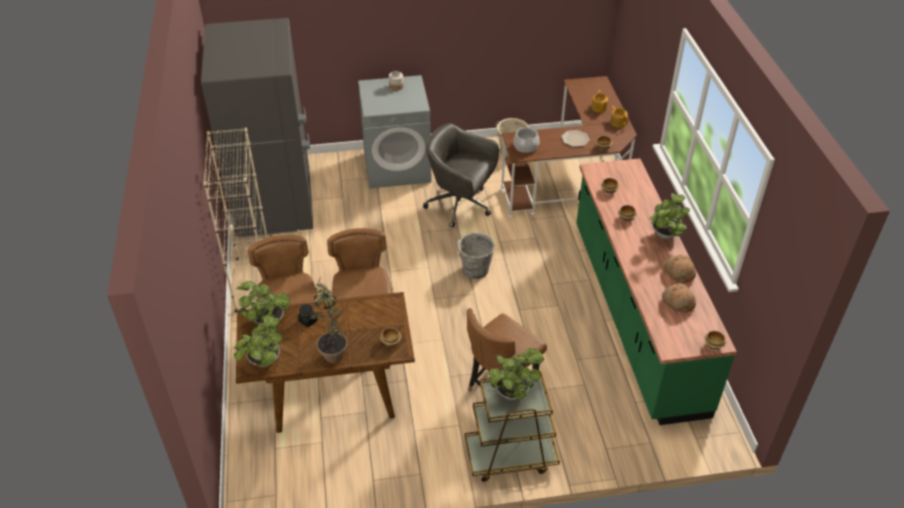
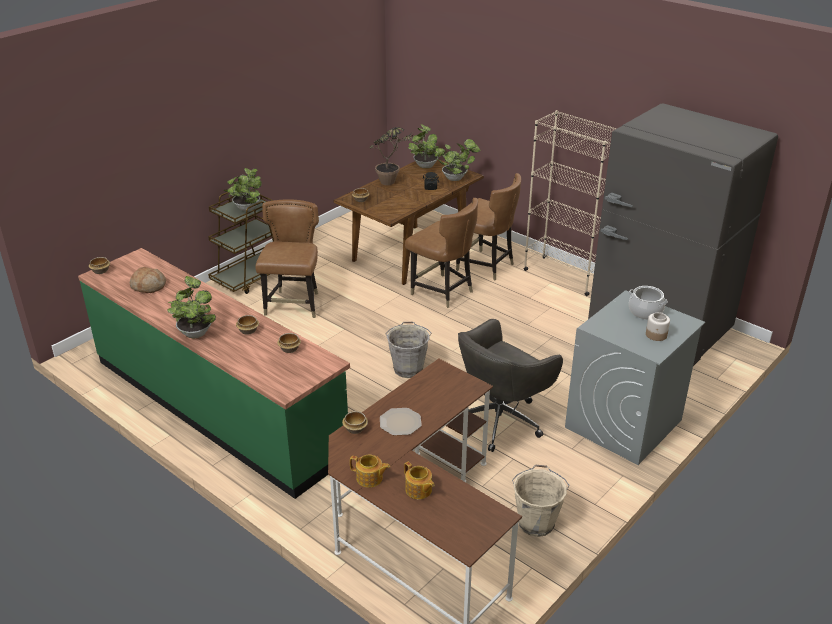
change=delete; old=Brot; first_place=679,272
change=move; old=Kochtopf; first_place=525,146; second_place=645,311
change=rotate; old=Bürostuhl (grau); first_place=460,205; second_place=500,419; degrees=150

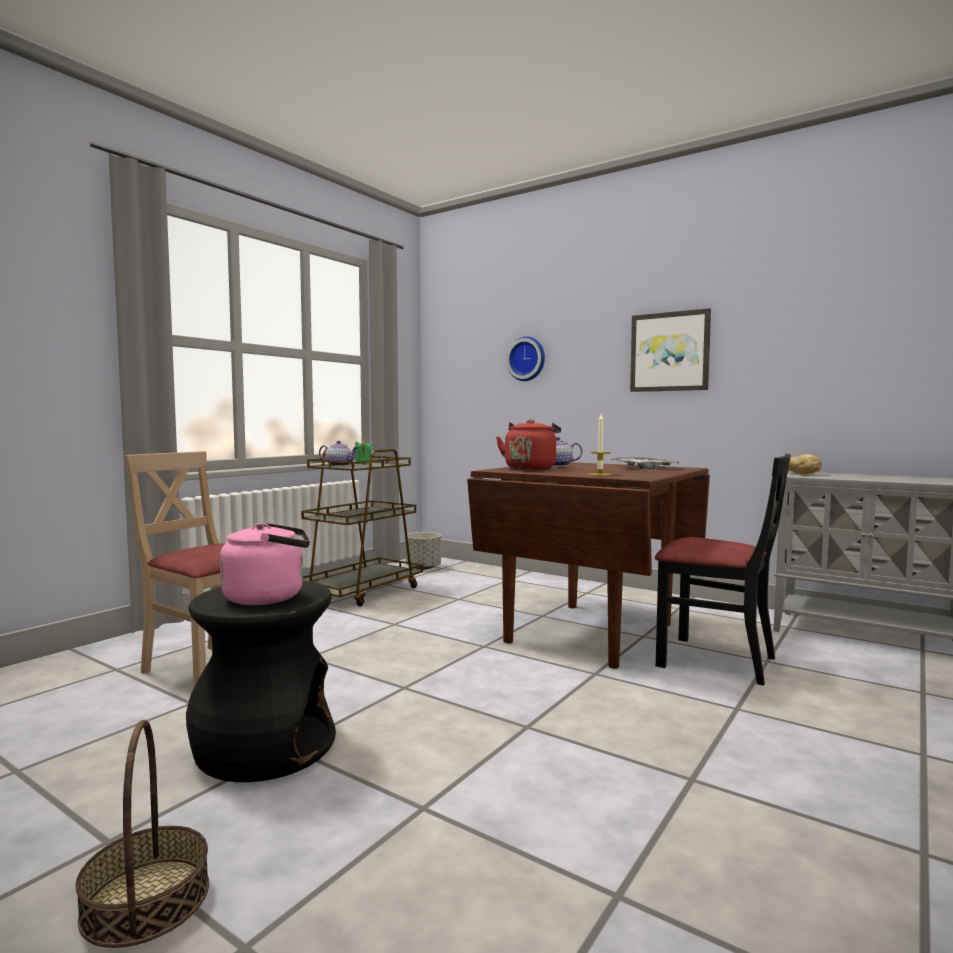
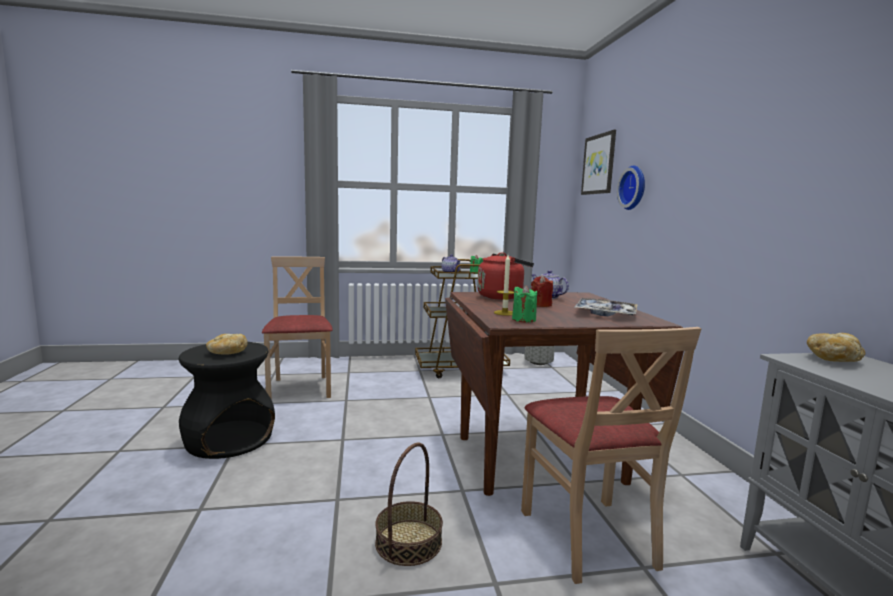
change=insert; new=Kerze (grün); second_place=523,319
change=insert; new=Kerze (rot); second_place=541,305
change=move; old=Korb; first_place=145,900; second_place=408,542
change=move; old=Bild; first_place=669,352; second_place=599,164
change=replace; old=Wasserkessel (rosa); new=Brot; first_place=269,597; second_place=227,353
change=recolor; old=Stuhl (schwarz); new=Stuhl (beige); first_place=716,660; second_place=588,537

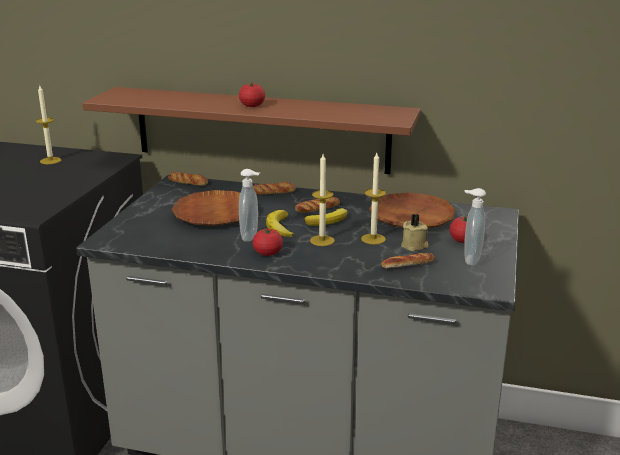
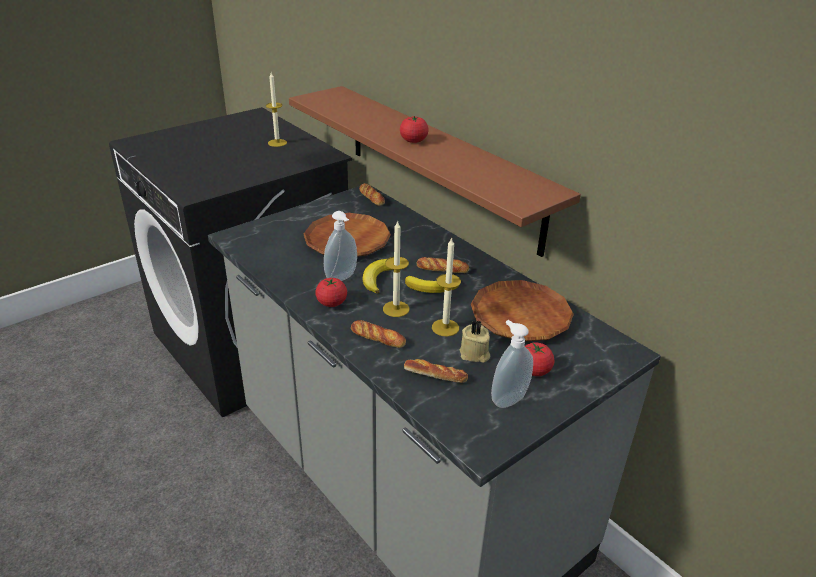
change=move; old=Brot; first_place=272,192; second_place=378,338

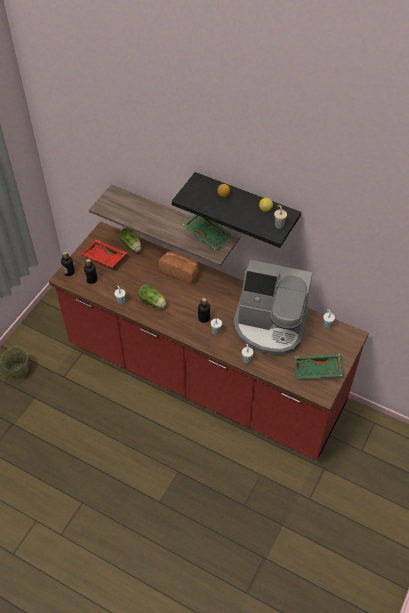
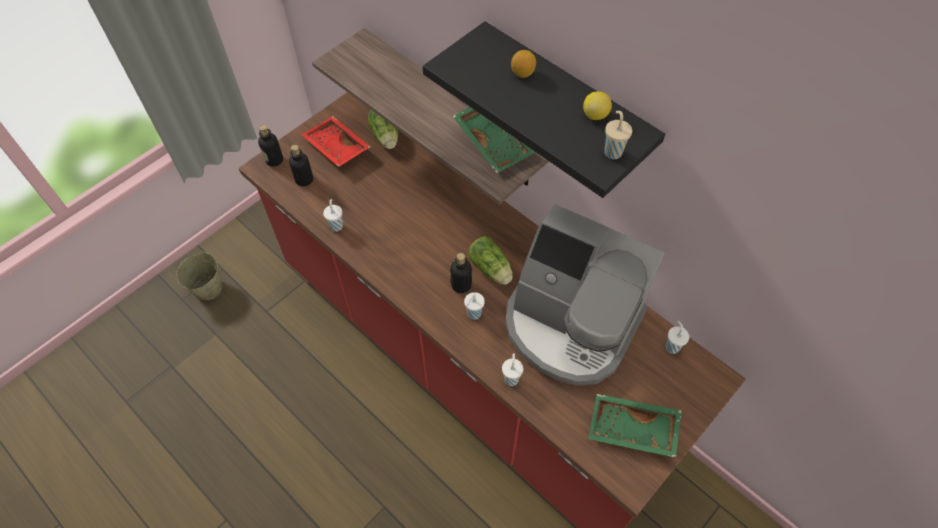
change=delete; old=Brot; first_place=180,271
change=move; old=Salatkopf; first_place=153,302; second_place=491,270

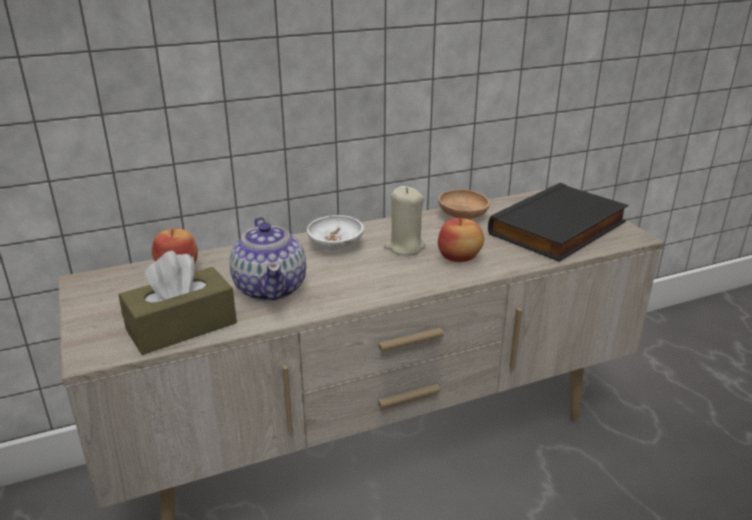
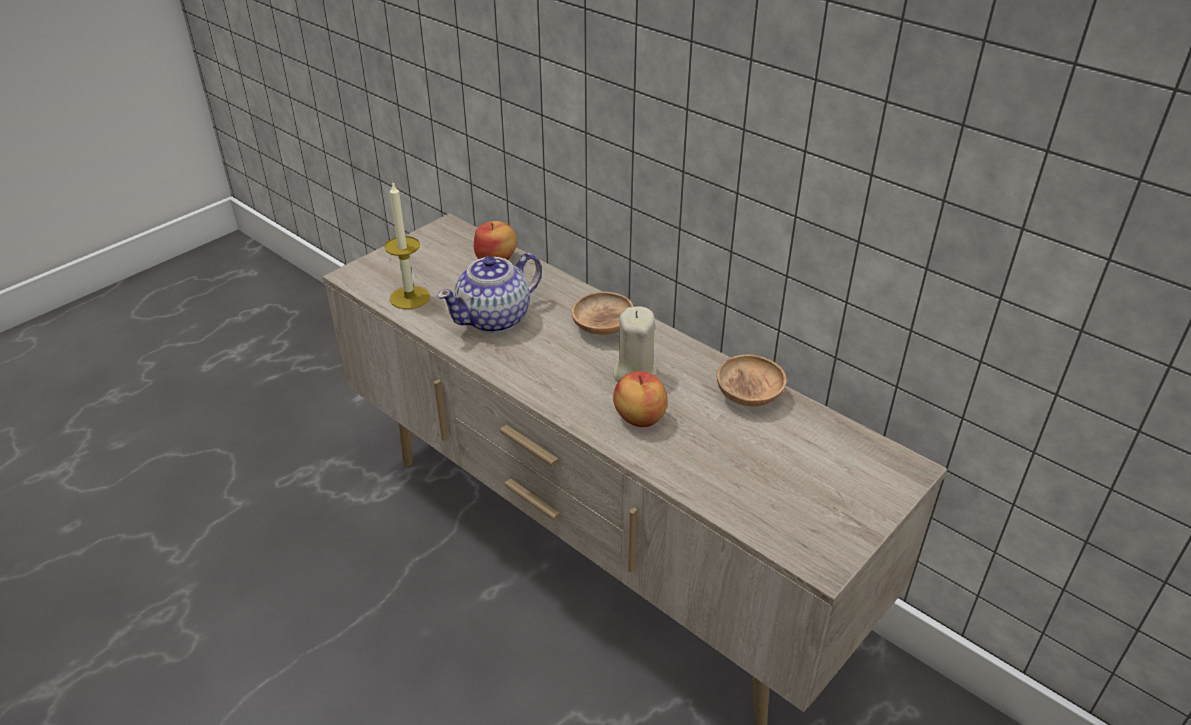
change=delete; old=Buch (schwarz); first_place=560,229
change=replace; old=Taschentuchbox (braun); new=Kerze; first_place=181,326; second_place=409,297
change=recolor; old=Schüssel (weiß); new=Schüssel (braun); first_place=335,246; second_place=602,327

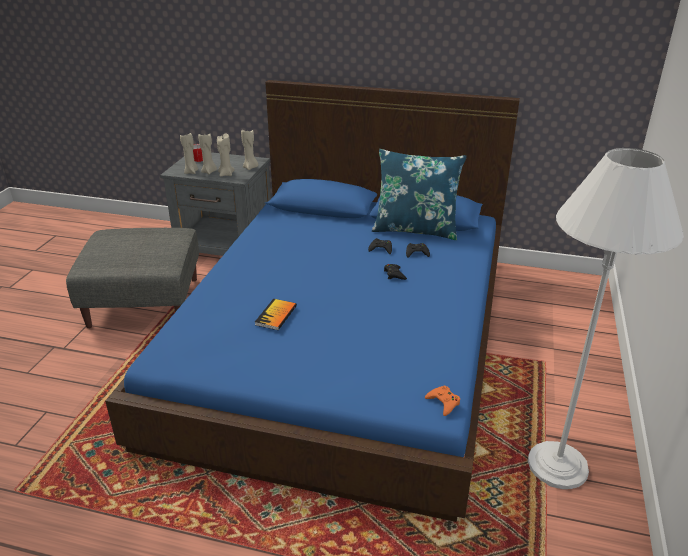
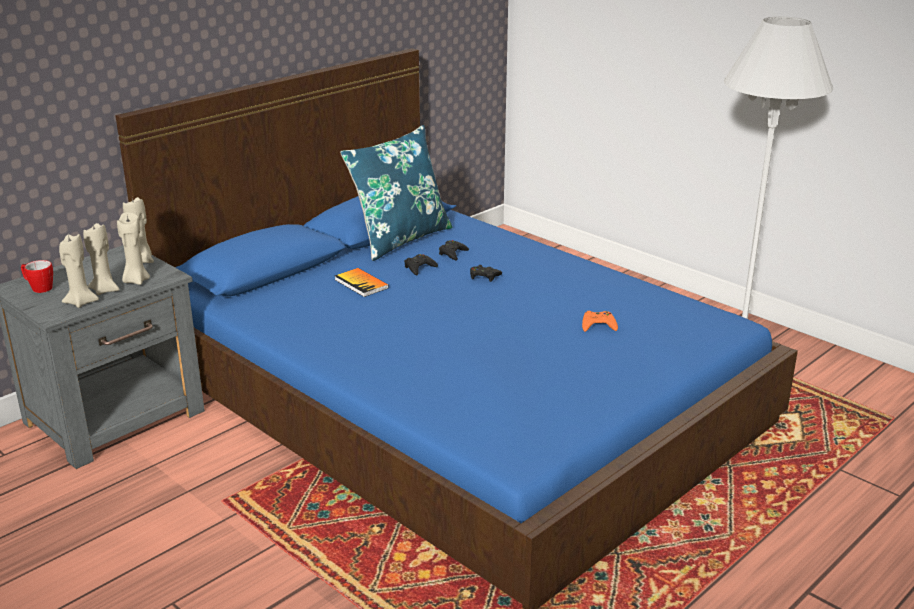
change=delete; old=Polsterhocker (grau); first_place=145,302
change=move; old=Buch; first_place=276,315; second_place=361,284
change=move; old=Gamepad (orange); first_place=443,403; second_place=598,325

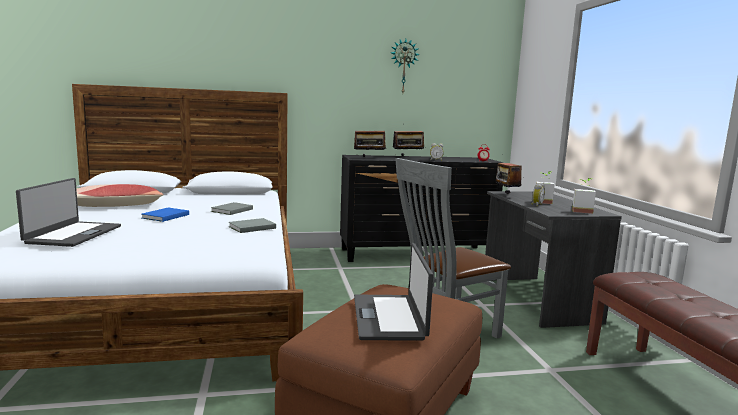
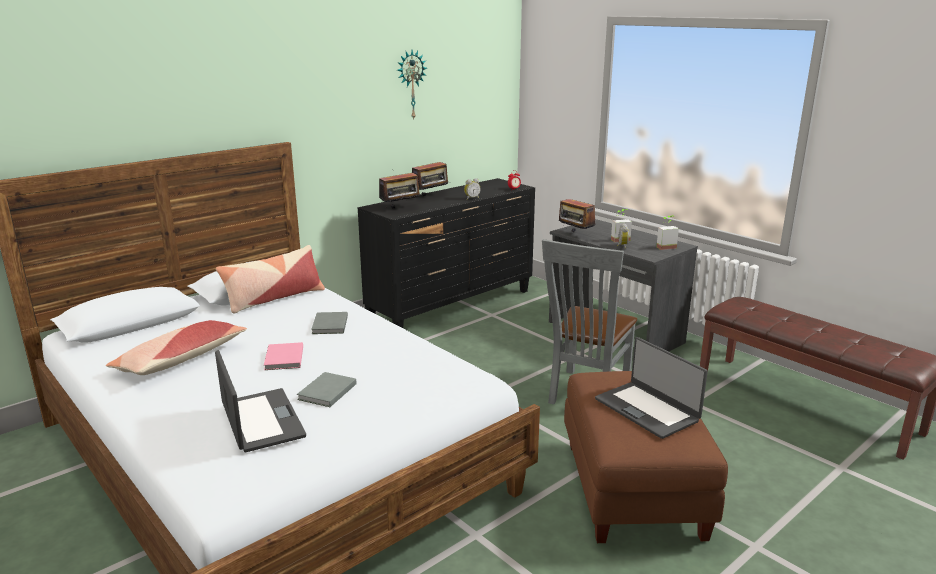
change=insert; new=Kissen; second_place=274,298
change=move; old=Buch (grau); first_place=251,227; second_place=326,392
change=recolor; old=Buch (blau); new=Buch (rosa); first_place=164,216; second_place=283,359

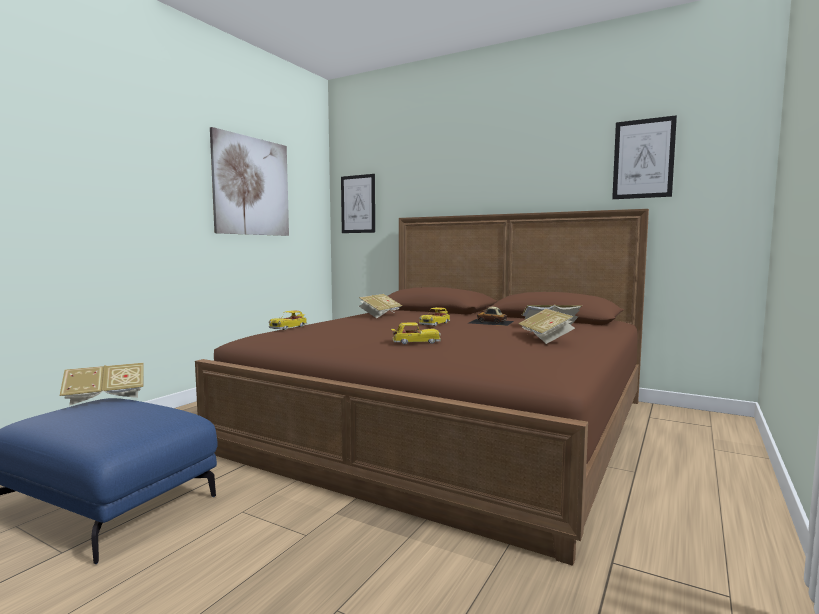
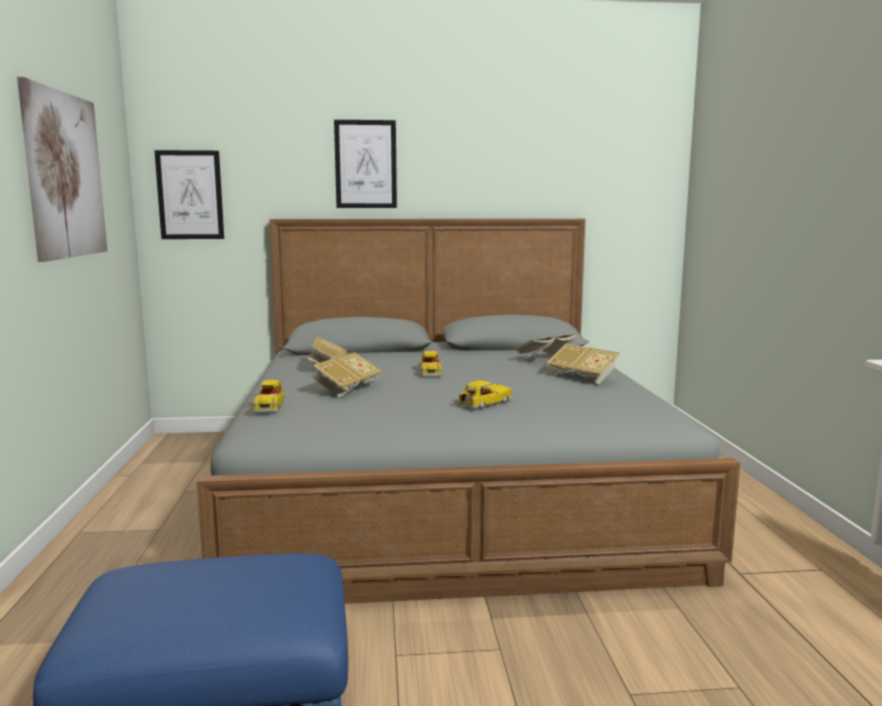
change=delete; old=Spielzeugauto; first_place=491,322
change=move; old=Buch; first_place=105,398; second_place=347,389
change=move; old=Bild; first_place=643,159; second_place=365,164
change=recolor; old=Bett (braun); new=Bett (grau); first_place=450,423; second_place=446,488

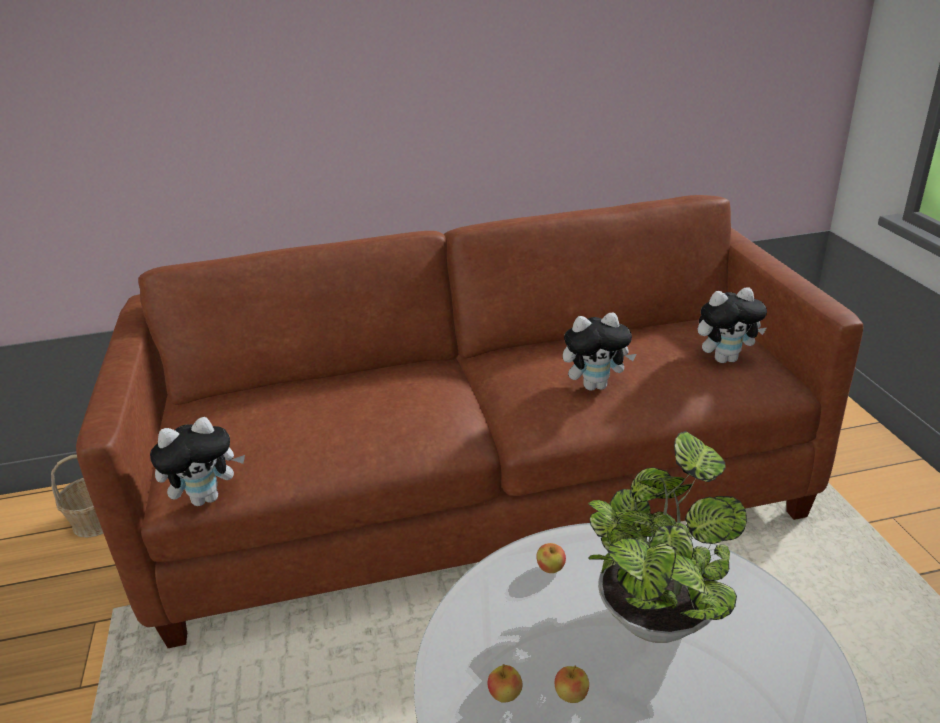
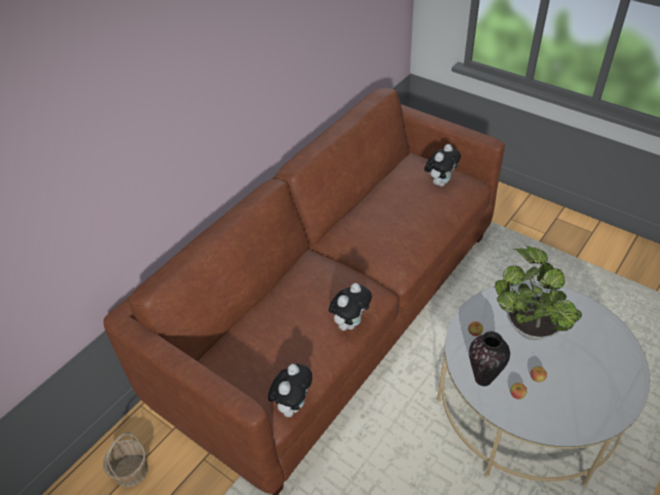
change=insert; new=Vase; second_place=483,379
change=move; old=Plüschtier; first_place=595,385; second_place=350,323

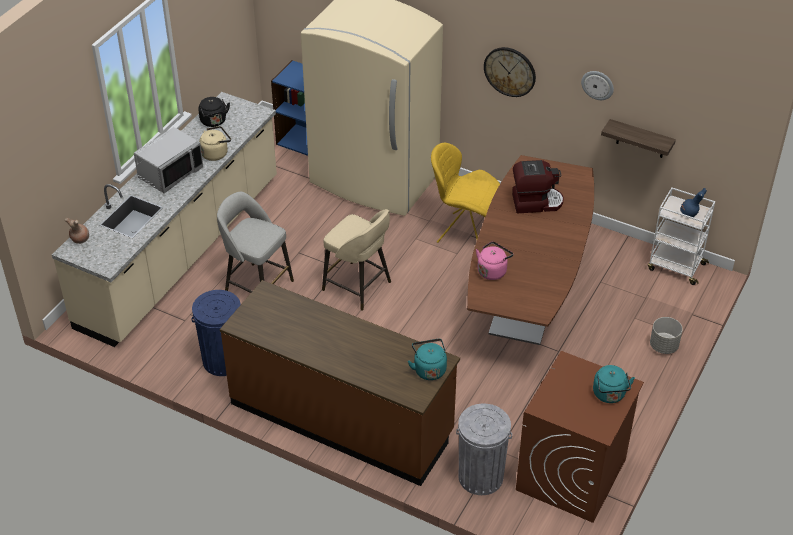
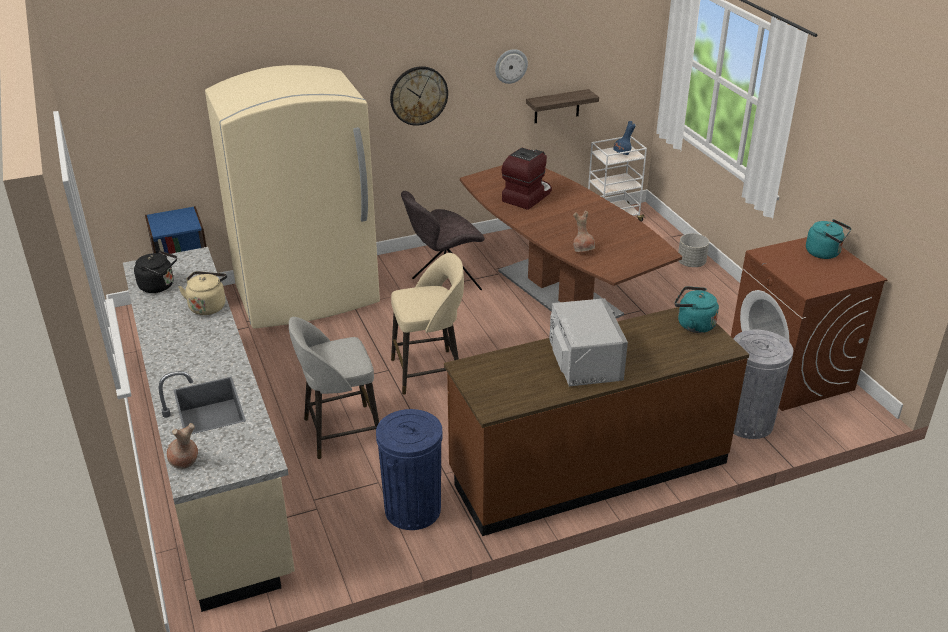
change=move; old=Mikrowelle (grau); first_place=170,173; second_place=583,362
change=replace; old=Wasserkessel (rosa); new=Vase (braun); first_place=492,271; second_place=583,250
change=recolor; old=Stuhl (gelb); new=Stuhl (grau); first_place=464,233; second_place=444,285

